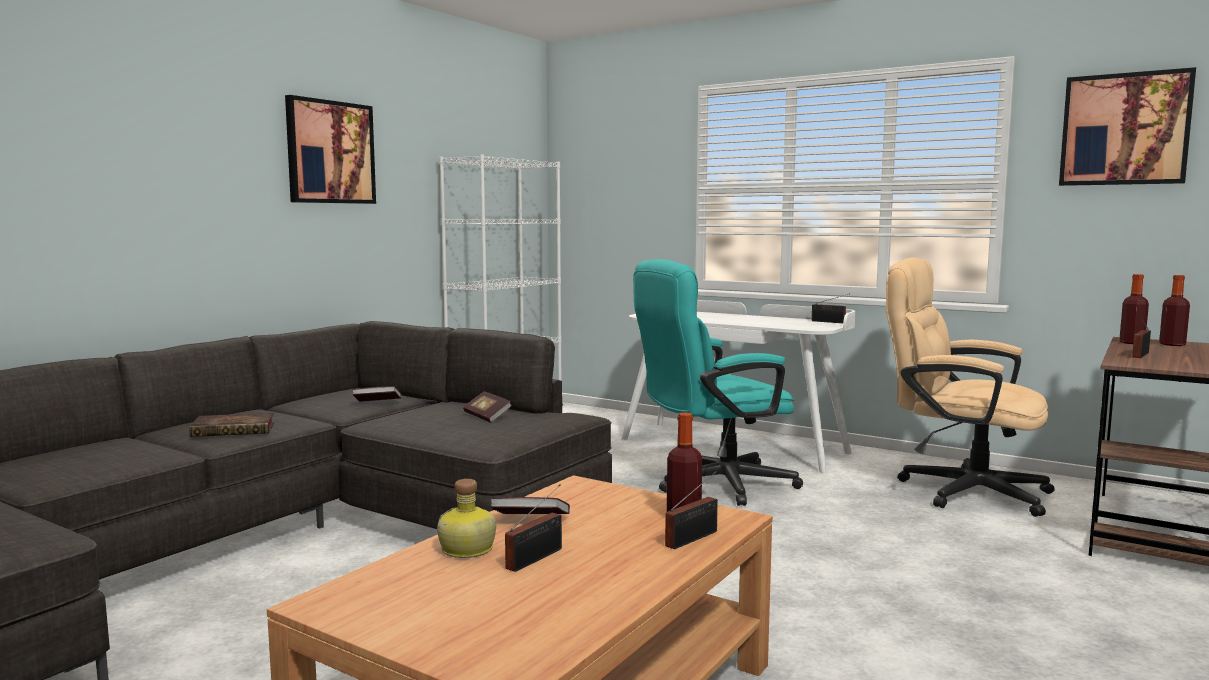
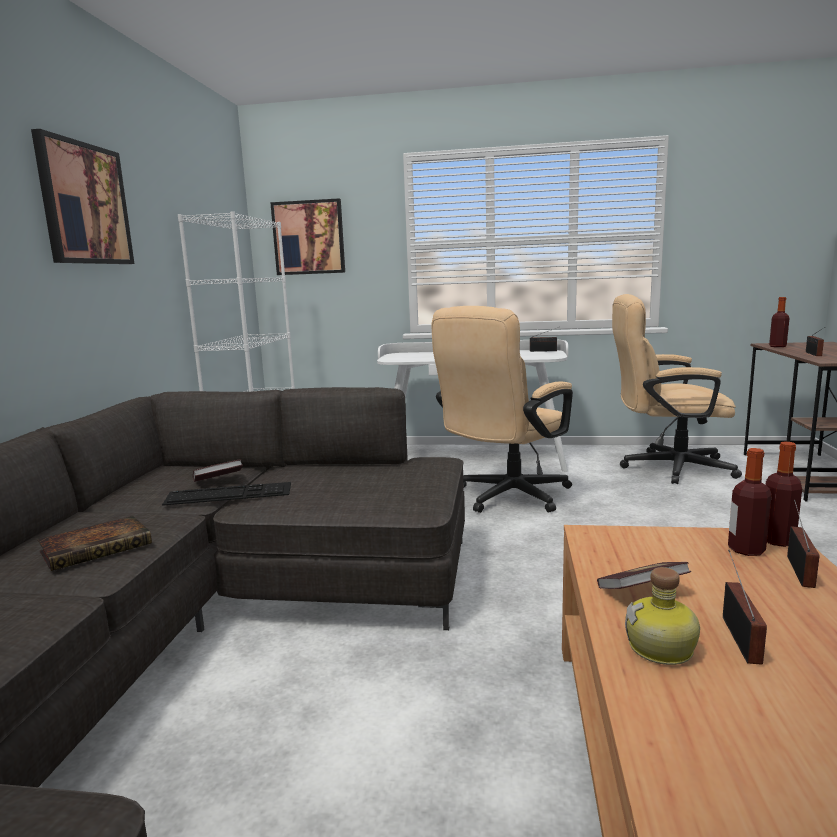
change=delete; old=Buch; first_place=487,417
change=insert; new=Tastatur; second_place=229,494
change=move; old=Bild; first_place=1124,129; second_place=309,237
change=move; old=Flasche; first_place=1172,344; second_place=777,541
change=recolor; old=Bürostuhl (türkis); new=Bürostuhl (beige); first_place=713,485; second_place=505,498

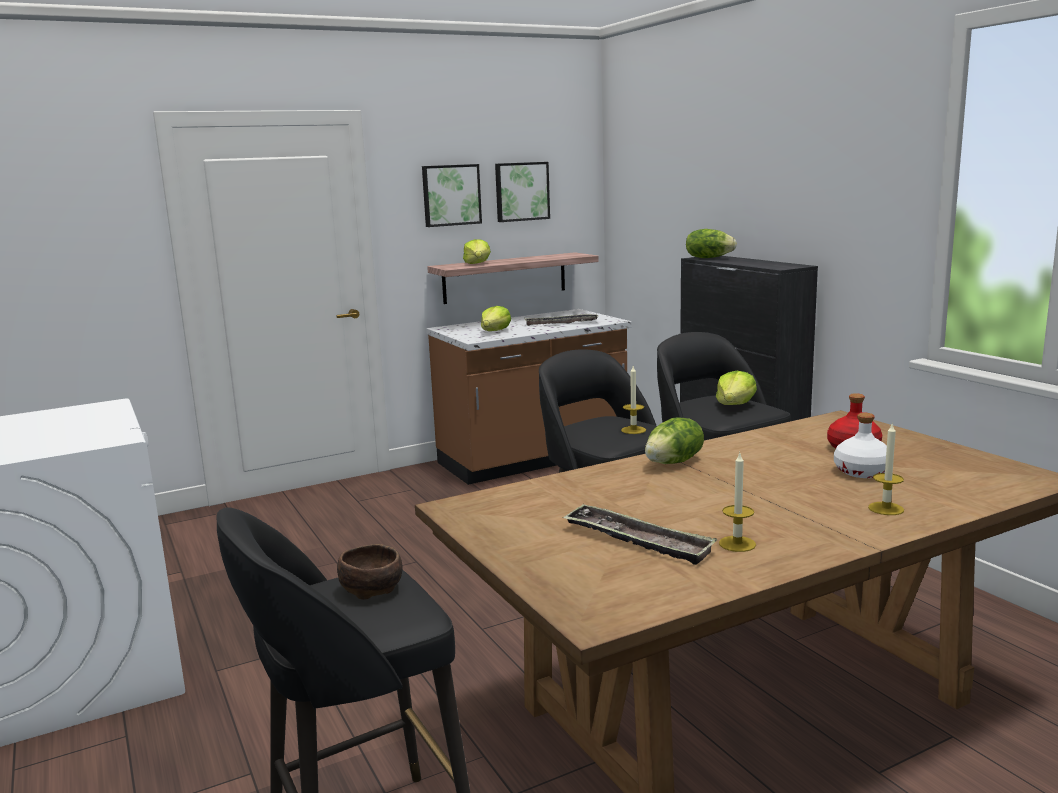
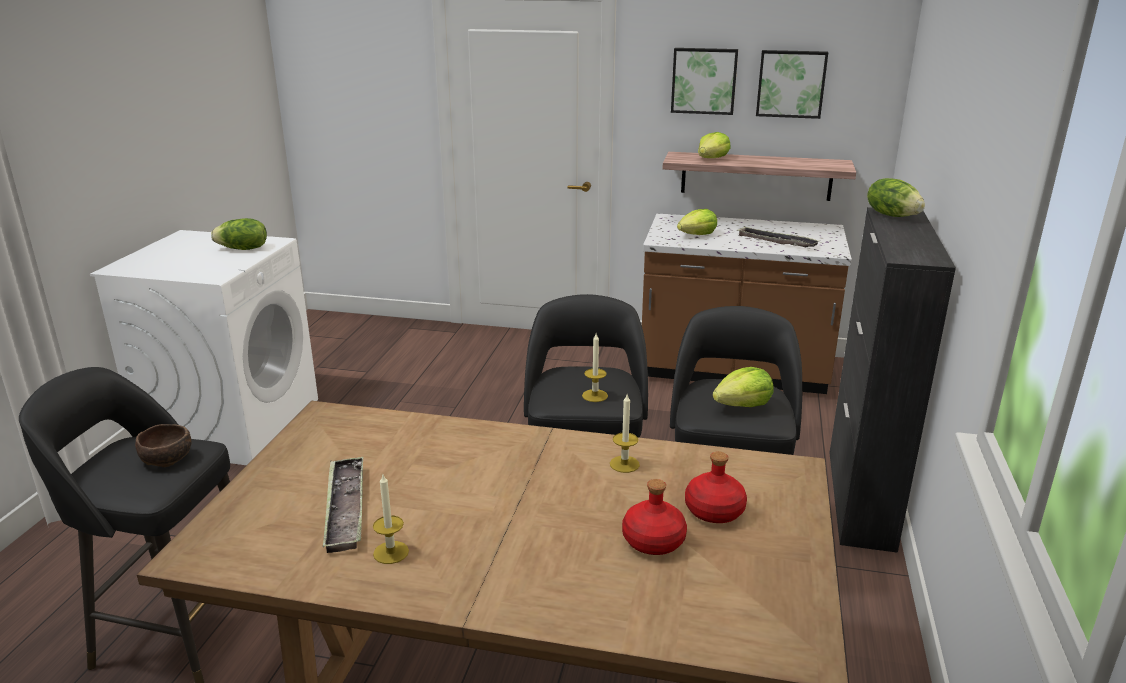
change=move; old=Salatkopf; first_place=674,462; second_place=243,249
change=move; old=Kerze; first_place=886,508; second_place=624,464
change=recolor; old=Flasche (weiß); new=Flasche (rot); first_place=861,472; second_place=652,541

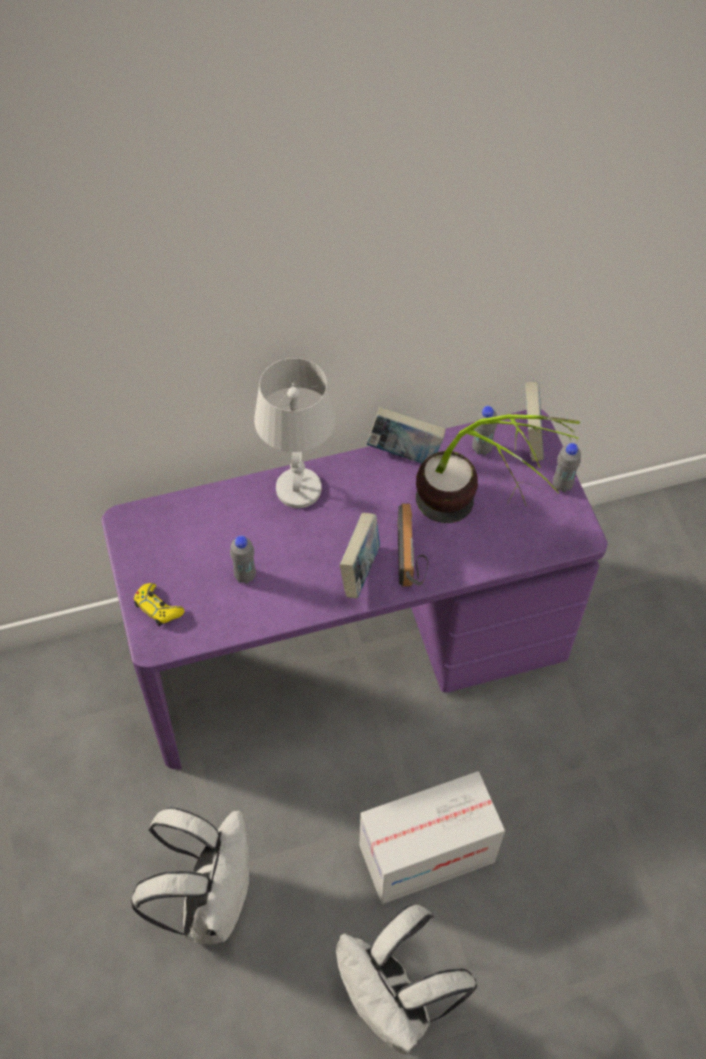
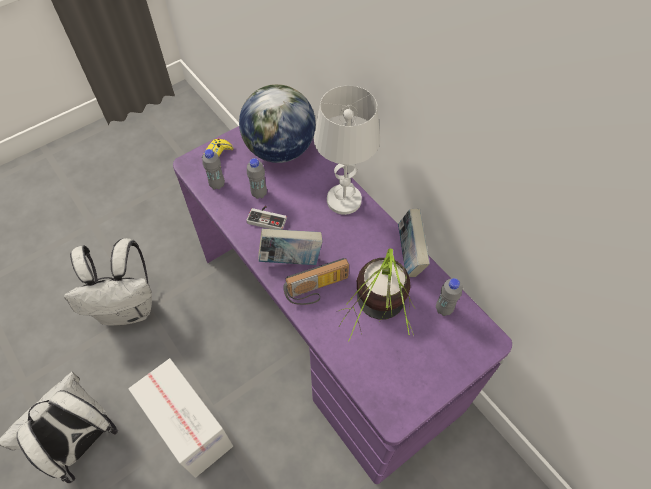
change=delete; old=Buch; first_place=531,437
change=insert; new=Globus; second_place=279,150
change=insert; new=Gamepad; second_place=268,218
change=move; old=Flasche (grau); first_place=562,485; second_place=217,185

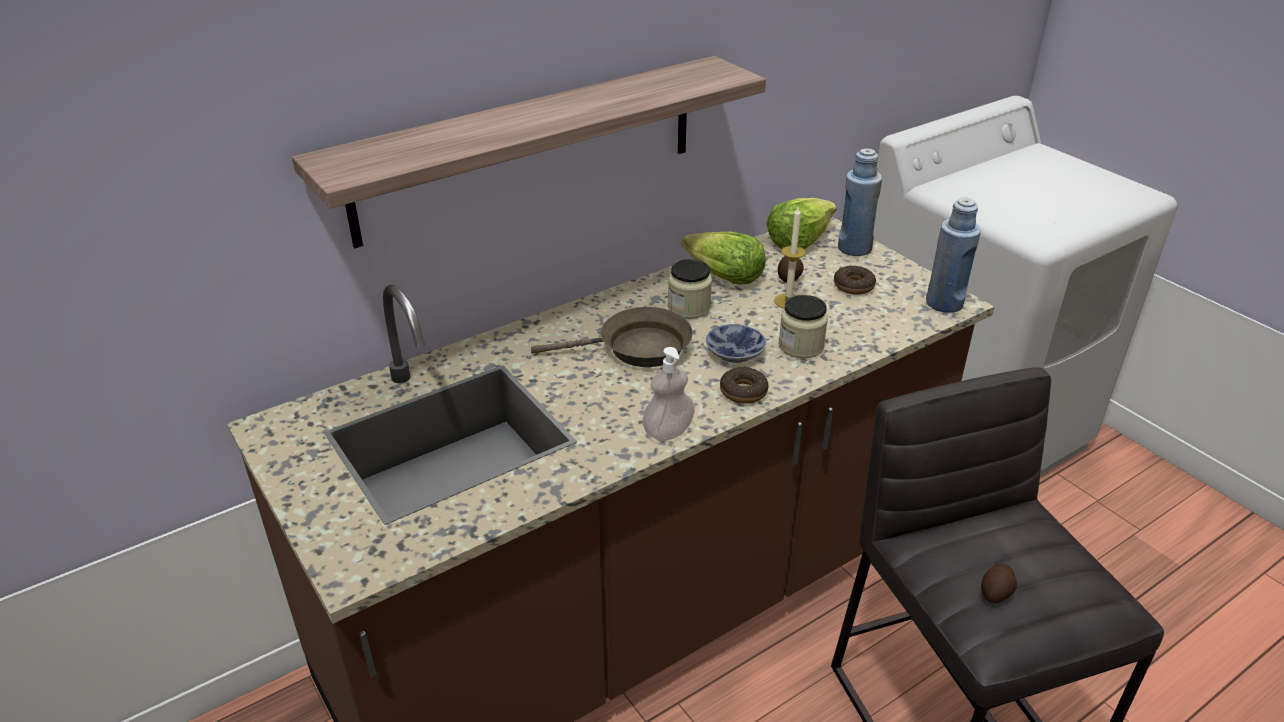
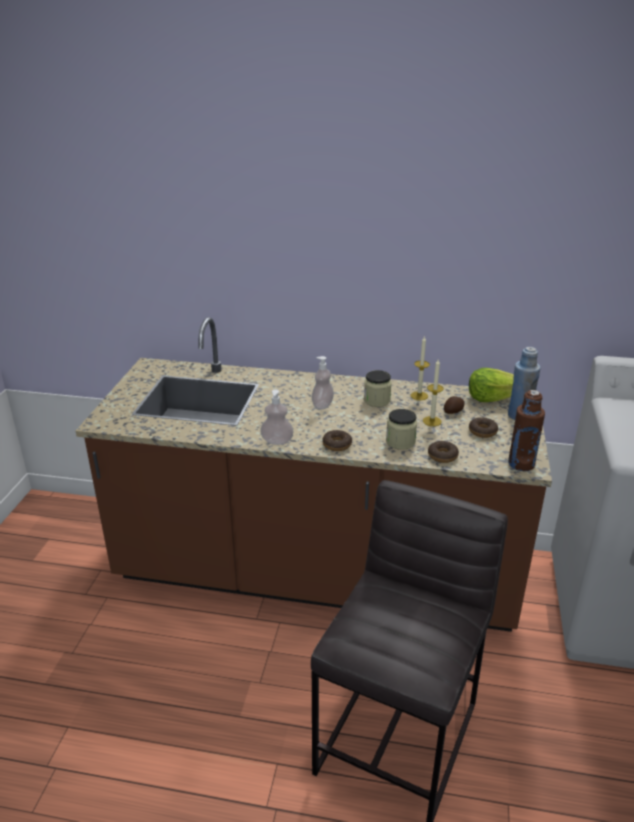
change=delete; old=Wandregal; first_place=529,148
change=delete; old=Schüssel; first_place=737,354
change=delete; old=Kartoffel; first_place=996,591
change=insert; new=Donut; second_place=442,456
change=replace; old=Pfanne (braun); new=Seifenspender; first_place=637,349; second_place=322,405
change=replace; old=Salatkopf; new=Kerze; first_place=723,276; second_place=419,396
change=recolor; old=Flasche (blau); new=Flasche (braun); first_place=944,303; second_place=521,464

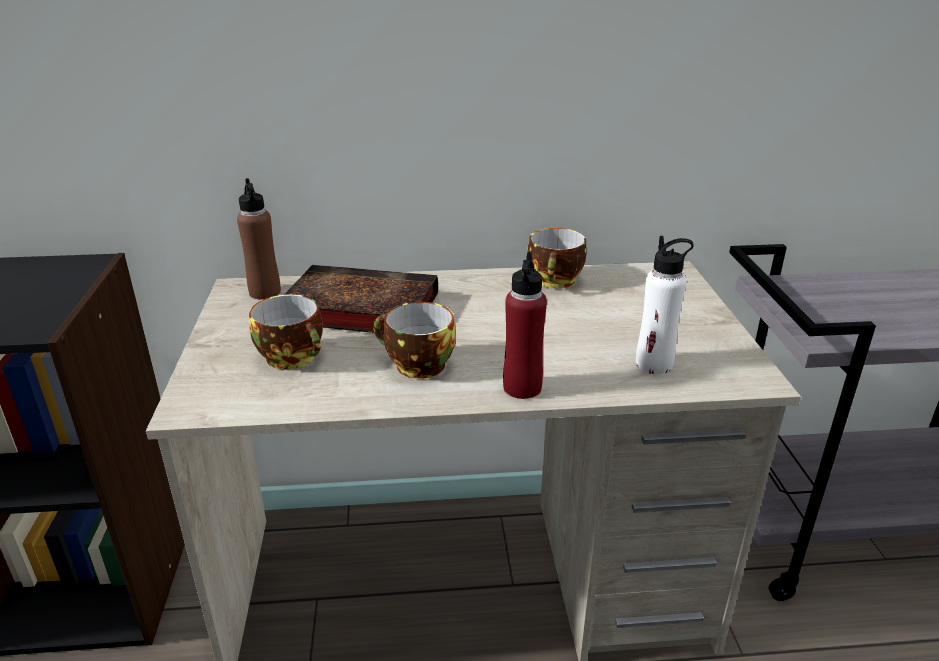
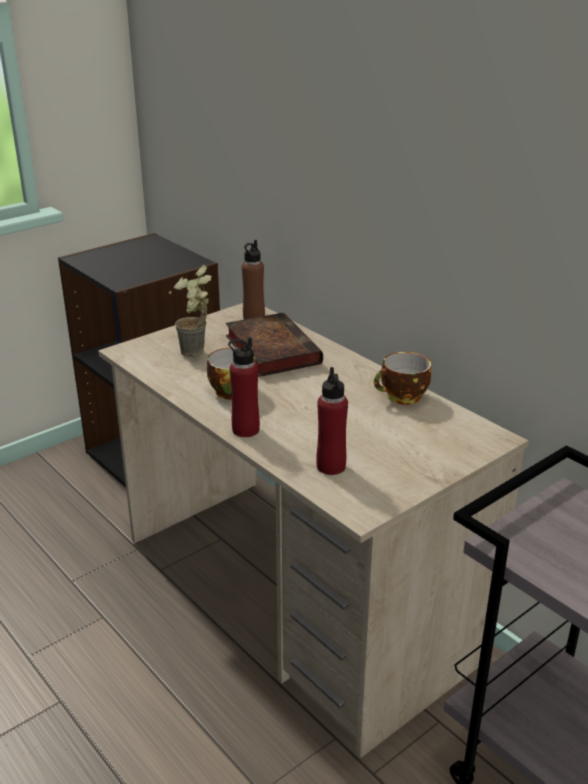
change=replace; old=Tasse; new=Topfpflanze; first_place=294,357; second_place=197,355
change=recolor; old=Flasche (weiß); new=Flasche (rot); first_place=654,364; second_place=331,466

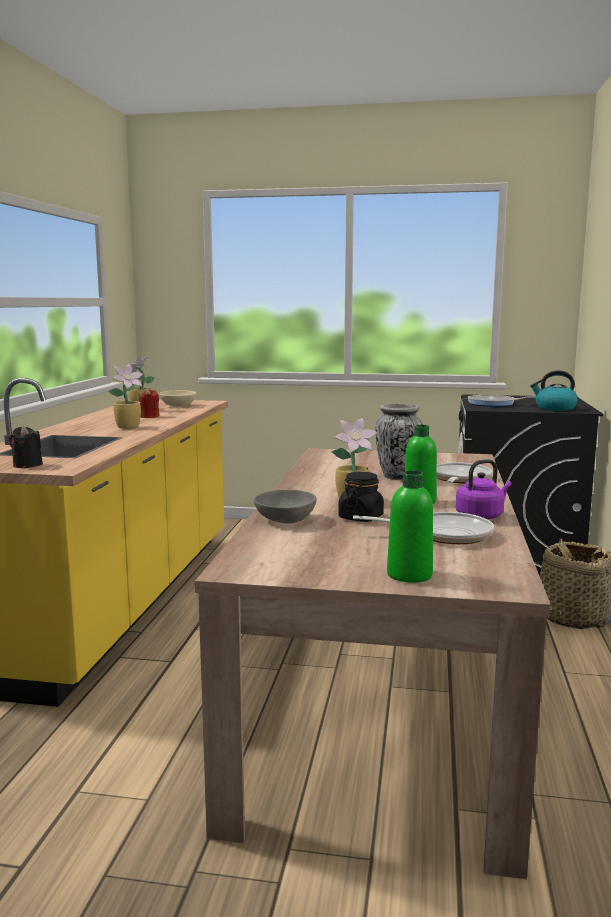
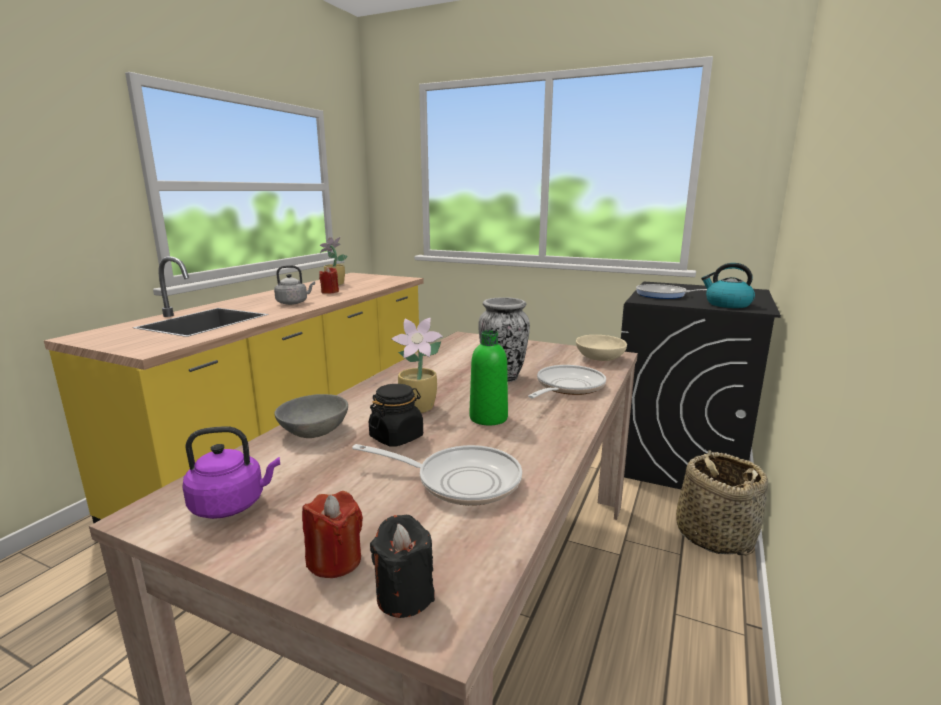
change=move; old=Kerze (schwarz); first_place=27,465; second_place=404,596
change=move; old=Schüssel (beige); first_place=177,406; second_place=599,358
change=move; old=Wasserkessel (lila); first_place=481,516; second_place=232,505
change=replace; old=Topfpflanze; new=Wasserkessel (grau); first_place=129,427; second_place=294,303
change=replace; old=Flasche (grün); new=Kerze (rot); first_place=409,575; second_place=335,560

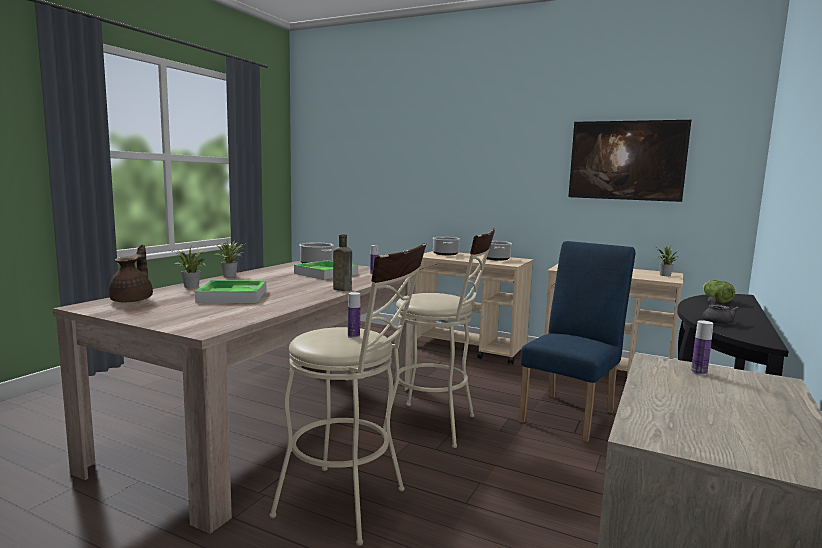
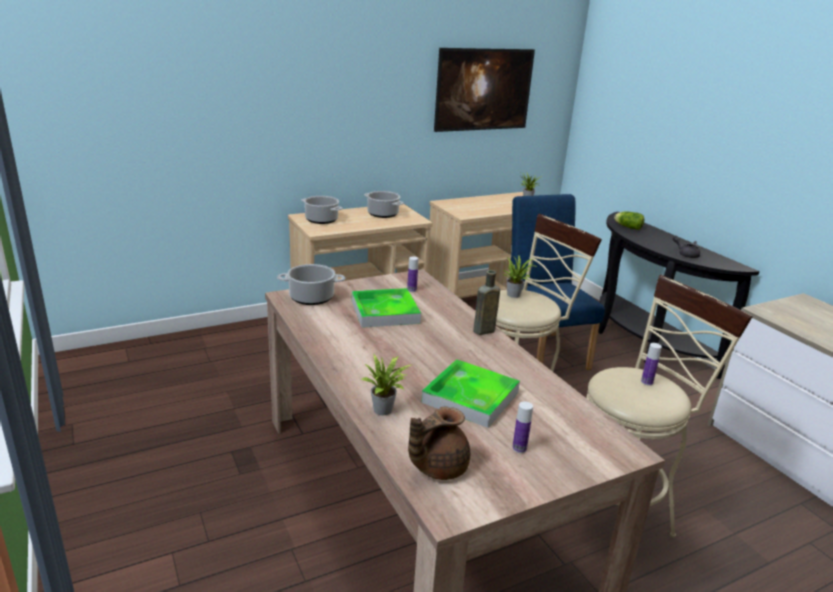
change=move; old=Topfpflanze; first_place=231,276; second_place=514,294
change=move; old=Flasche; first_place=699,372; second_place=519,448
change=rotate; old=Teekanne (braun); first_place=133,300; second_place=437,467; degrees=-75

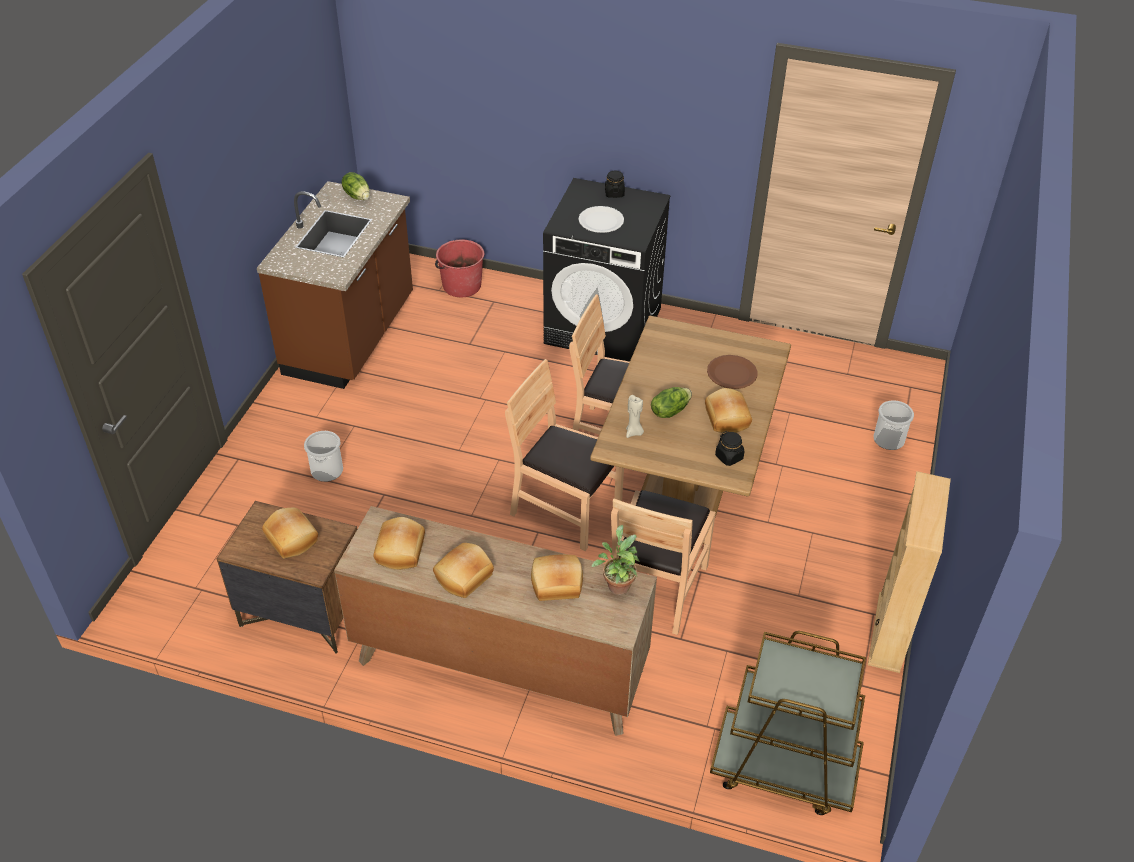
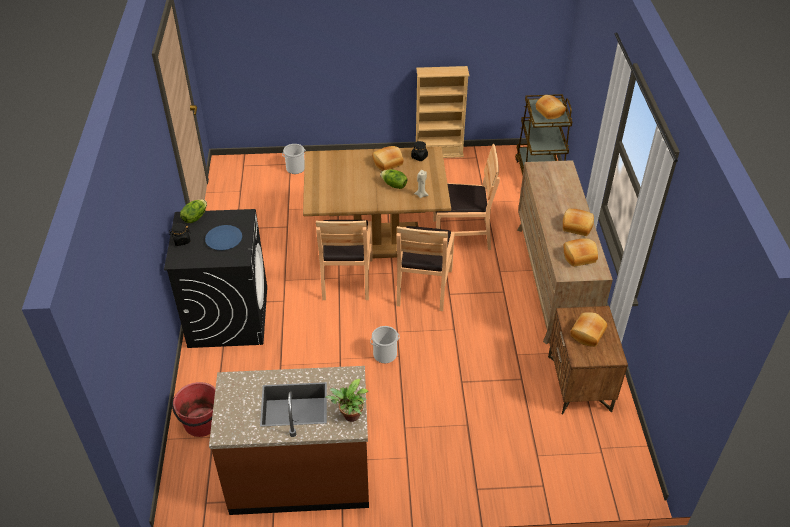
change=delete; old=Teller (braun); first_place=731,373
change=move; old=Eimer; first_place=327,470; second_place=385,354
change=move; old=Salatkopf; first_place=357,196; second_place=195,217
change=move; old=Brot; first_place=557,585; second_place=550,112
change=move; old=Topfpflanze; first_place=617,584; second_place=350,416
change=recolor; old=Teller (weiß); new=Teller (blau); first_place=601,221; second_place=224,239

